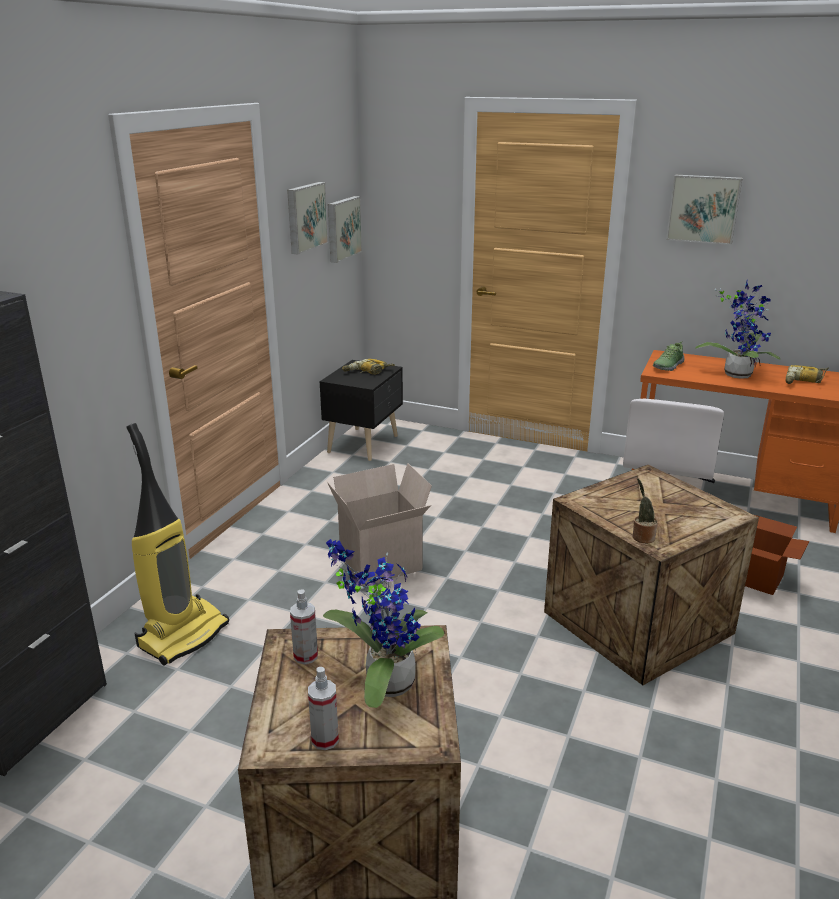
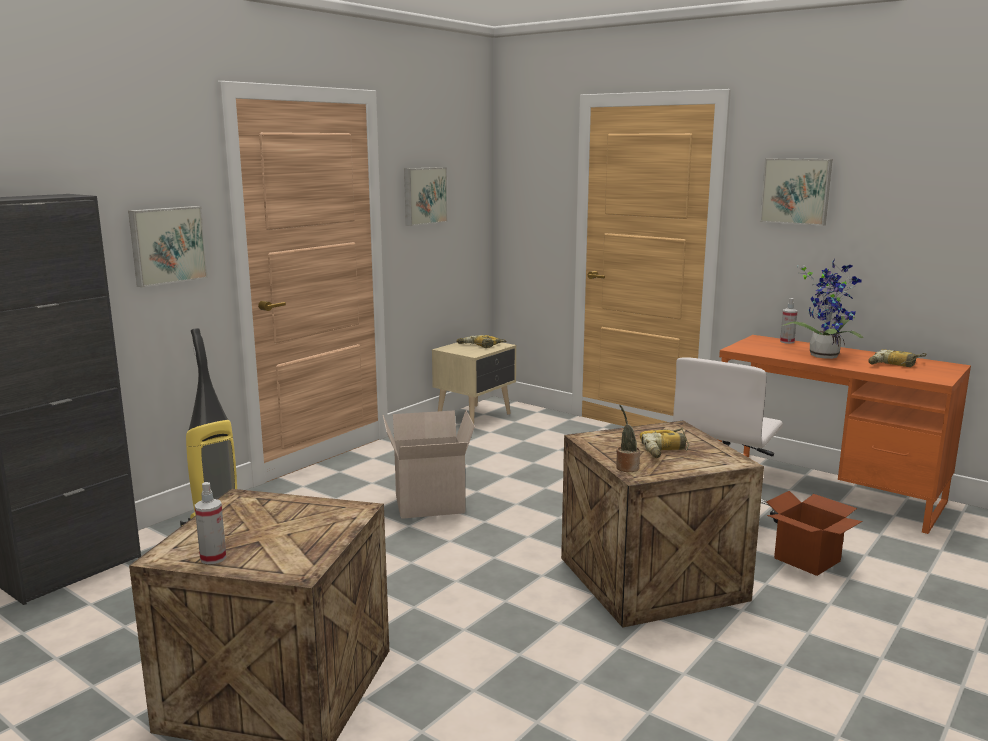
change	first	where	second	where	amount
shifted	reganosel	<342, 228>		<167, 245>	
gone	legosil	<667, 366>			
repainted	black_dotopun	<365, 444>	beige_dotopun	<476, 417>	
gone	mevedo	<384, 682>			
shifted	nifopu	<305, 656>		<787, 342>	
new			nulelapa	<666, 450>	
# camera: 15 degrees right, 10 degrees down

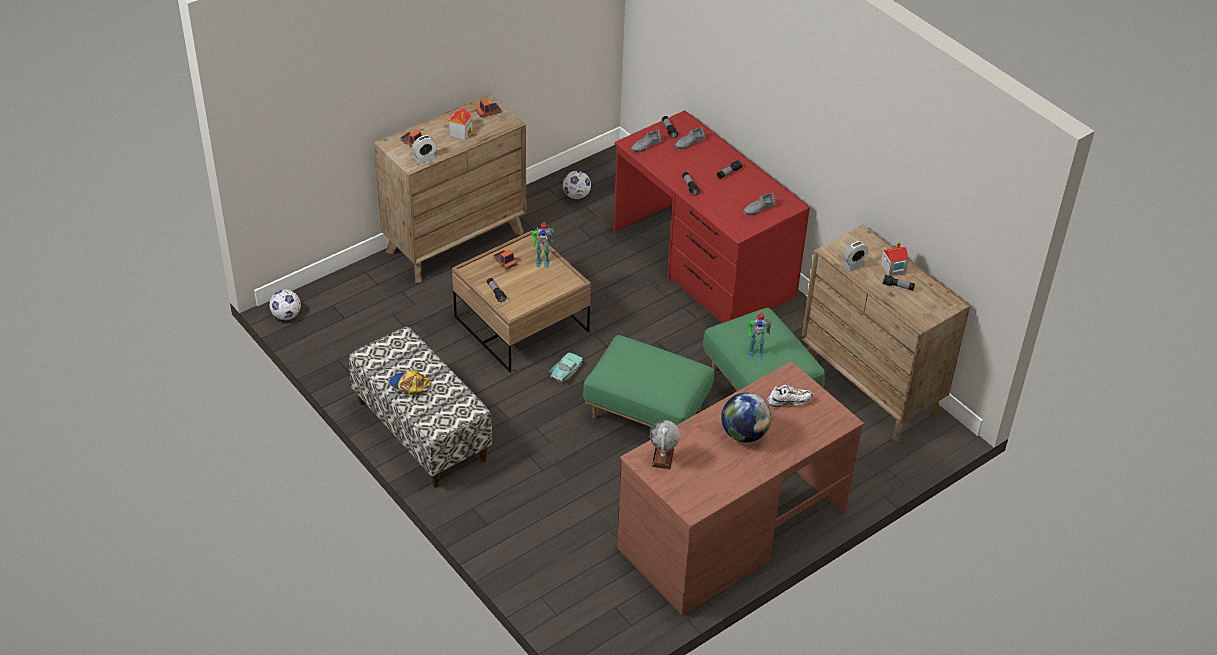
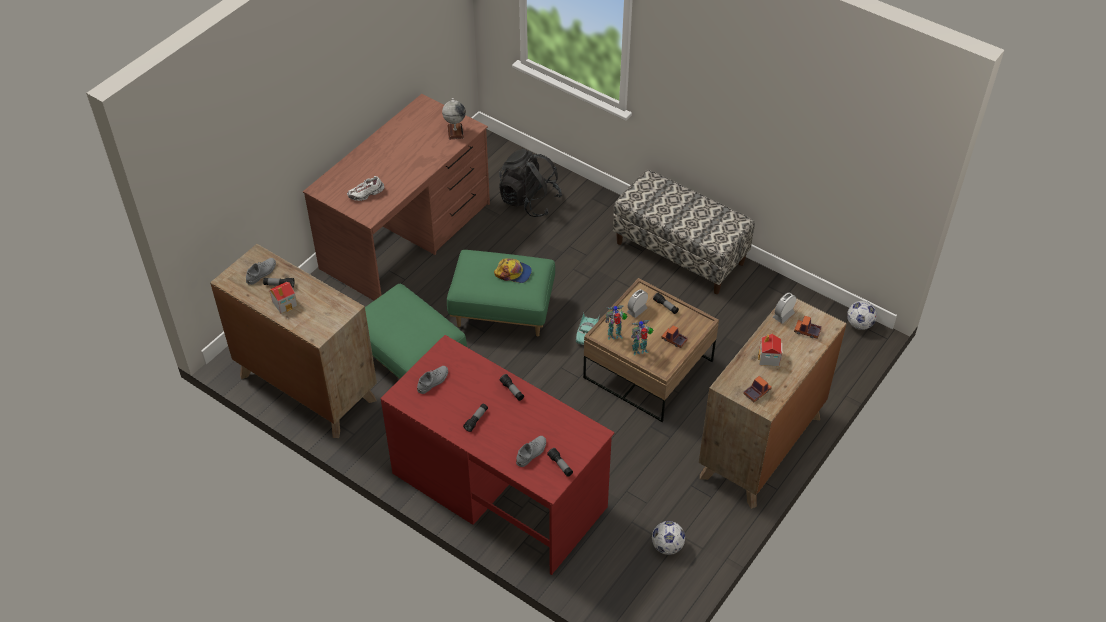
change	first	where	second	where	amount
shifted	grey_legosil	<646, 145>		<261, 273>	
shifted	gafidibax	<853, 265>		<637, 310>	
shifted	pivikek	<755, 352>		<615, 335>	
shifted	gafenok	<409, 385>		<513, 273>	
gone	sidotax	<744, 434>			
new			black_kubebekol	<529, 201>	
# camera: 165 degrees right, 5 degrees up

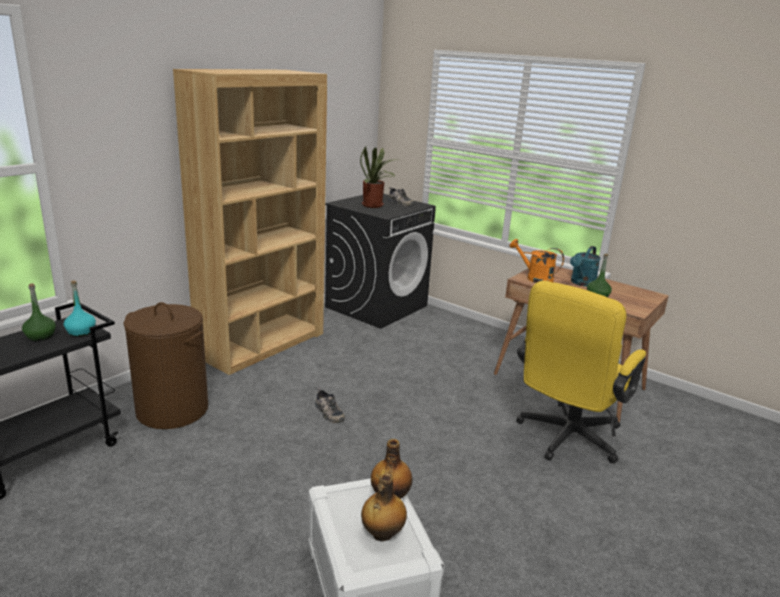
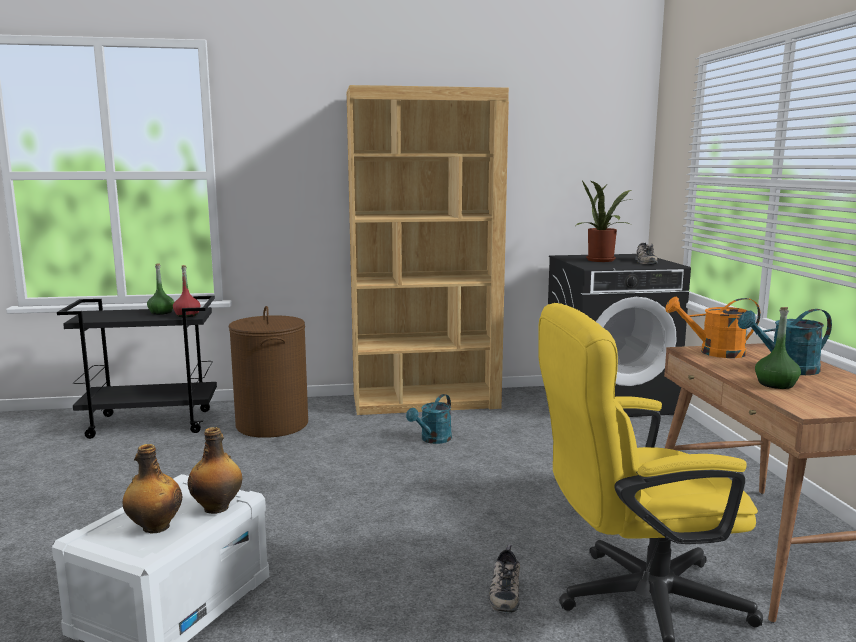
change	first	where	second	where	amount
rotated	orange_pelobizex	<534, 278>		<714, 352>	75 degrees counterclockwise
repainted	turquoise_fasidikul	<81, 332>	red_fasidikul	<187, 315>	
shifted	legosil	<328, 412>		<504, 591>	
new			turquoise_pelobizex	<433, 440>	
# camera: 45 degrees right, 10 degrees down

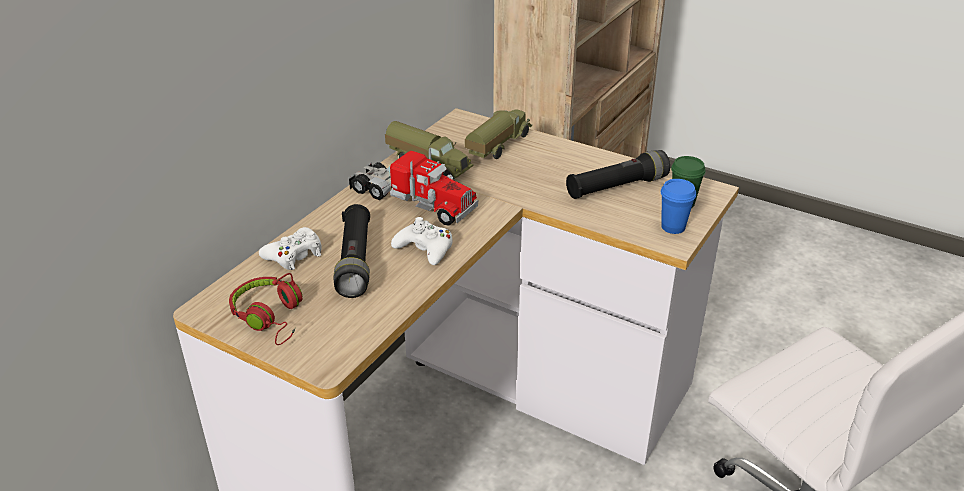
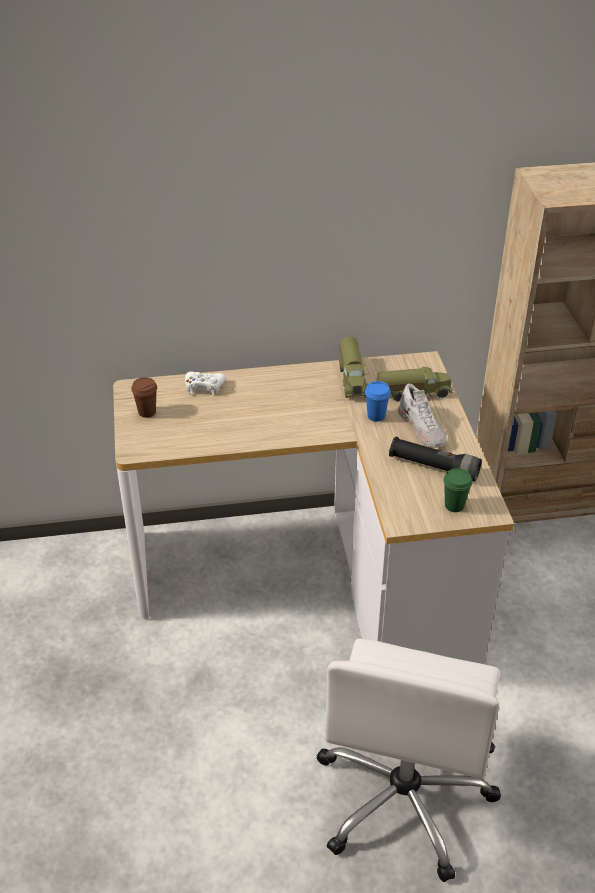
change	first	where	second	where	amount
gone	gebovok	<411, 200>			
shifted	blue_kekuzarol	<673, 227>		<376, 416>	
gone	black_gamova	<355, 262>			
gone	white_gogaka	<425, 249>			
swapped	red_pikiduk	<271, 317>	brown_kekuzarol	<147, 412>	
new			white_legosil	<422, 428>	
# camera: 50 degrees right, 5 degrees up

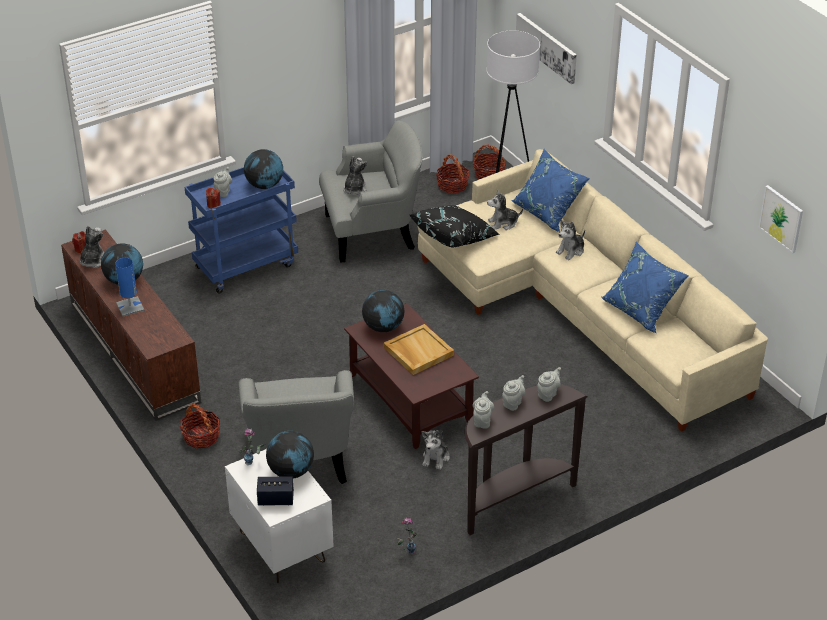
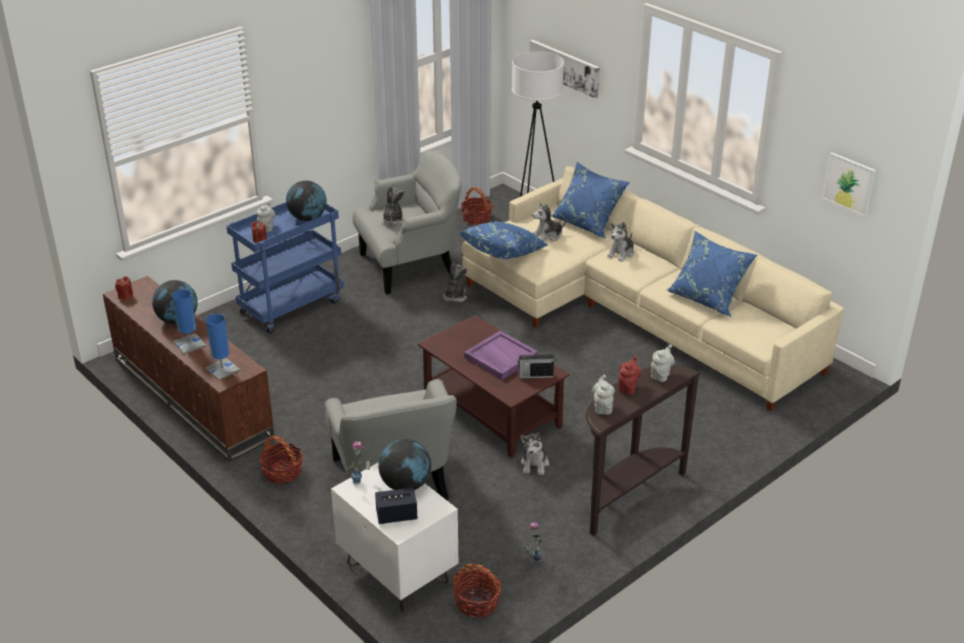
change	first	where	second	where	amount
shifted	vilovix	<489, 174>		<477, 602>	
repainted	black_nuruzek	<455, 237>	blue_nuruzek	<504, 252>	
shifted	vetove	<93, 261>		<455, 296>	
gone	sidotax	<383, 327>			
repainted	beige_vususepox	<418, 351>	purple_vususepox	<500, 357>	
repainted	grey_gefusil	<513, 403>	red_gefusil	<628, 387>	
new			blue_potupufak	<222, 369>	
new			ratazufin	<535, 375>	
# camera: 10 degrees left, 5 degrees down

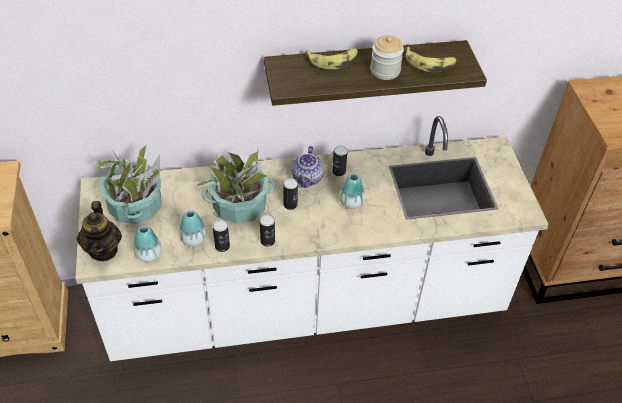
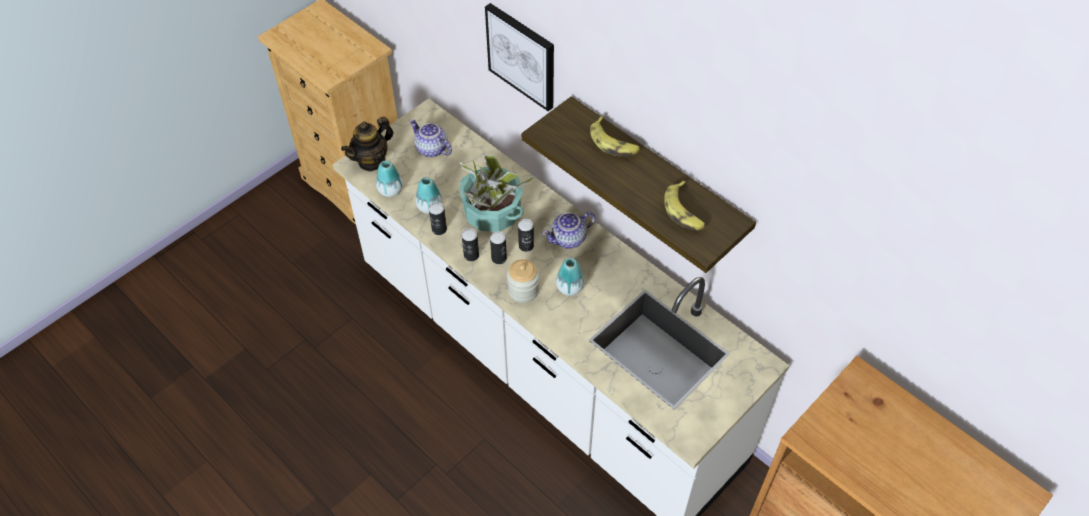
change	first	where	second	where	amount
shifted	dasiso	<385, 71>		<523, 290>	
swapped	mevedo	<136, 206>	gefusil	<431, 149>	
shifted	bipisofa	<339, 171>		<499, 258>	
new			reganosel	<522, 56>	
# camera: 55 degrees right, 5 degrees up

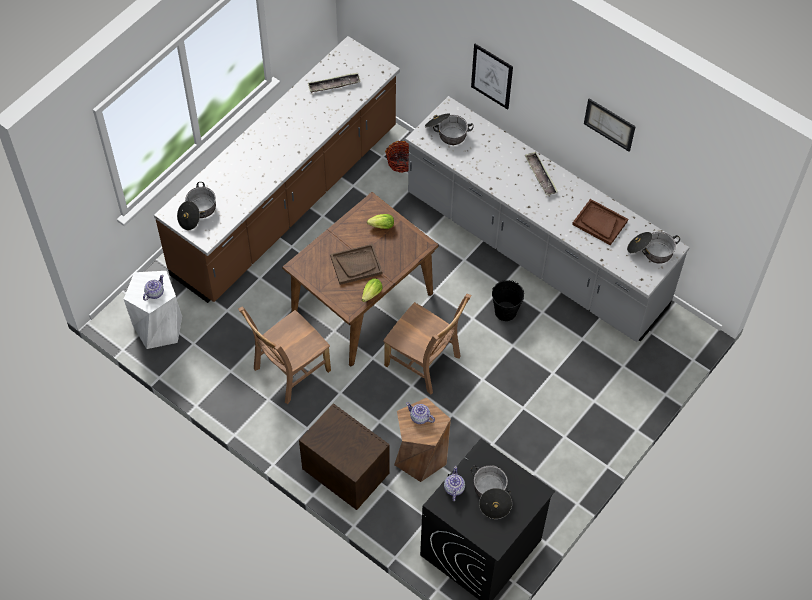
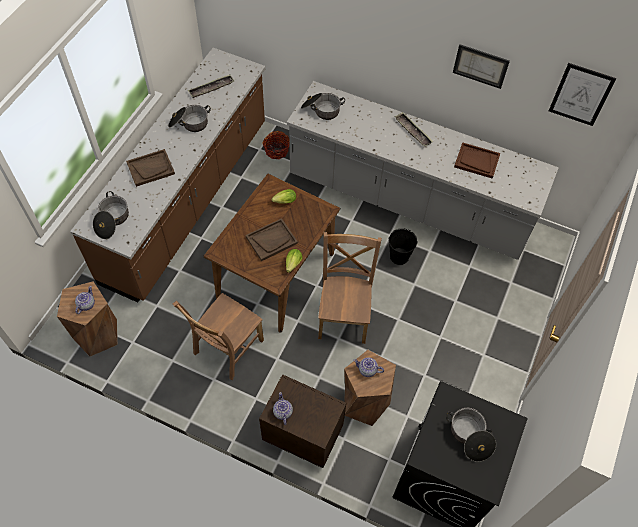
change	first	where	second	where	amount
shifted	reganosel	<492, 76>		<581, 94>	
shifted	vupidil	<651, 251>		<189, 123>	
repainted	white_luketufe	<159, 327>	brown_luketufe	<97, 334>	
rotated	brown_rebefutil	<424, 363>		<344, 315>	105 degrees counterclockwise
shifted	gefusil	<453, 488>		<282, 412>	
new			brown_vususepox	<151, 168>	
# camera: 15 degrees left, 0 degrees up

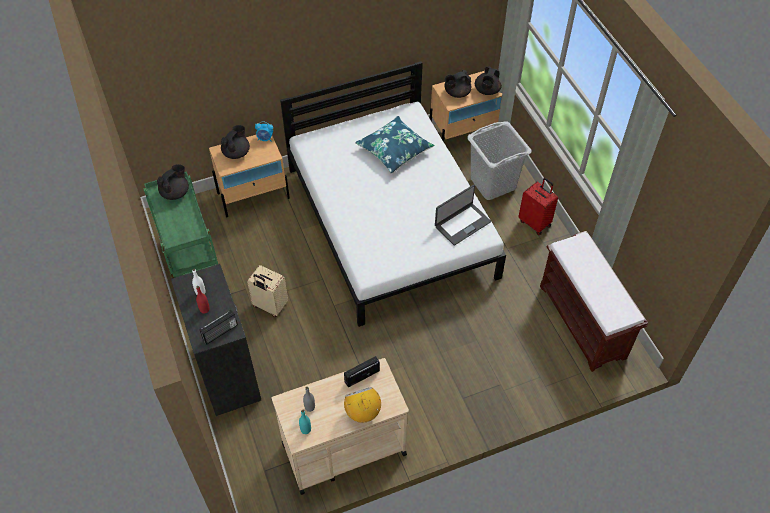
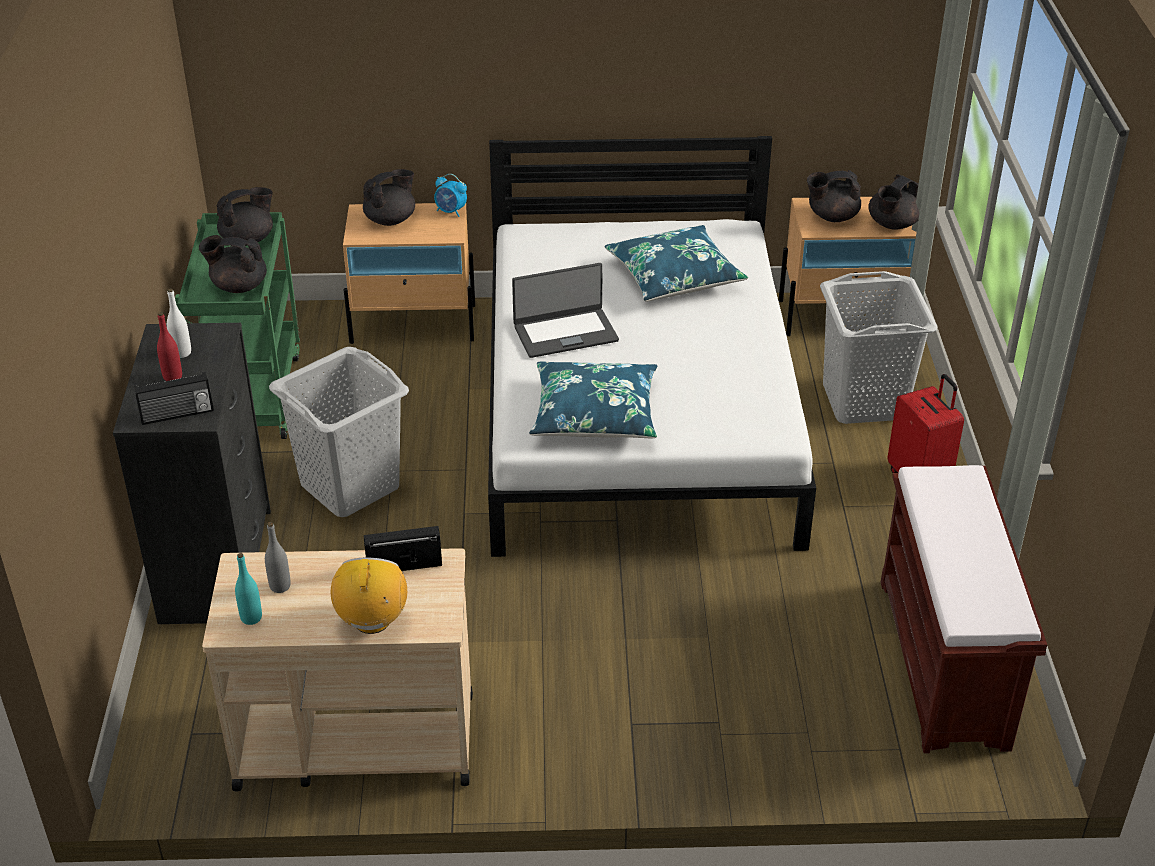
change	first	where	second	where	amount
shifted	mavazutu	<462, 224>		<565, 333>	
swapped	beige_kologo	<270, 306>	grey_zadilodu	<349, 486>	
new			black_gefusil	<238, 286>	
new			blue_nuruzek	<594, 414>	
# camera: 20 degrees right, 15 degrees down

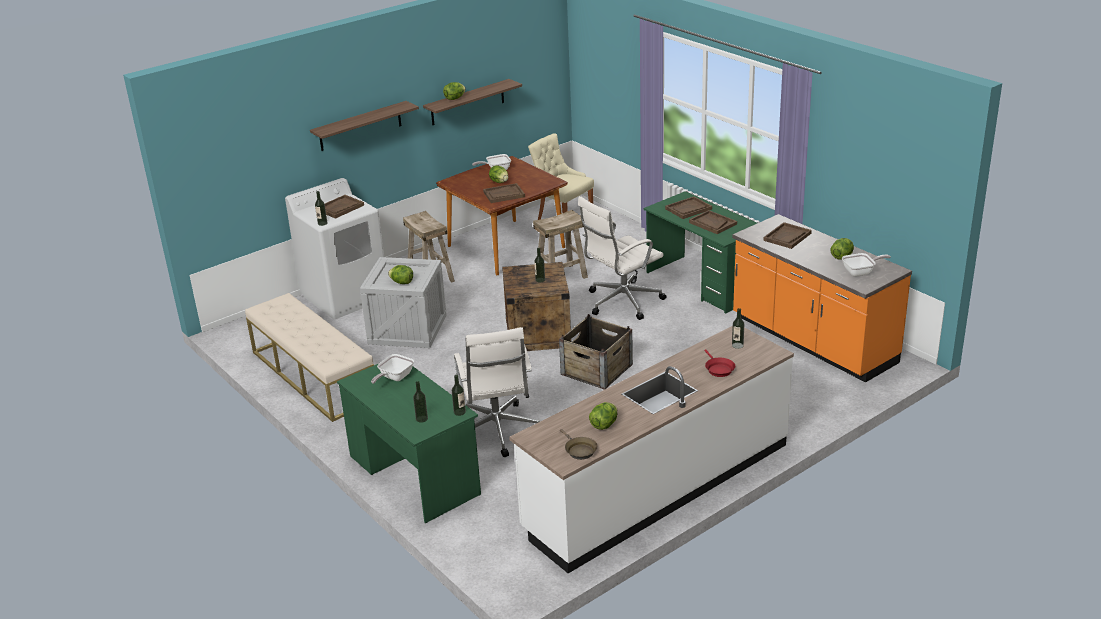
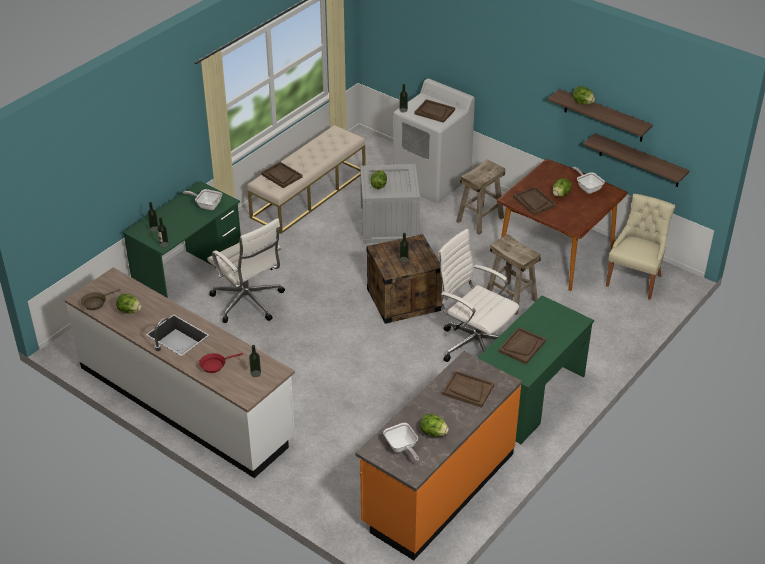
change	first	where	second	where	amount
shifted	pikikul	<360, 126>		<639, 161>	
shifted	brown_vususepox	<688, 209>		<281, 176>	
gone	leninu	<596, 369>			
rotated	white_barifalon	<497, 432>		<248, 303>	105 degrees counterclockwise
# camera: 75 degrees right, 10 degrees up

